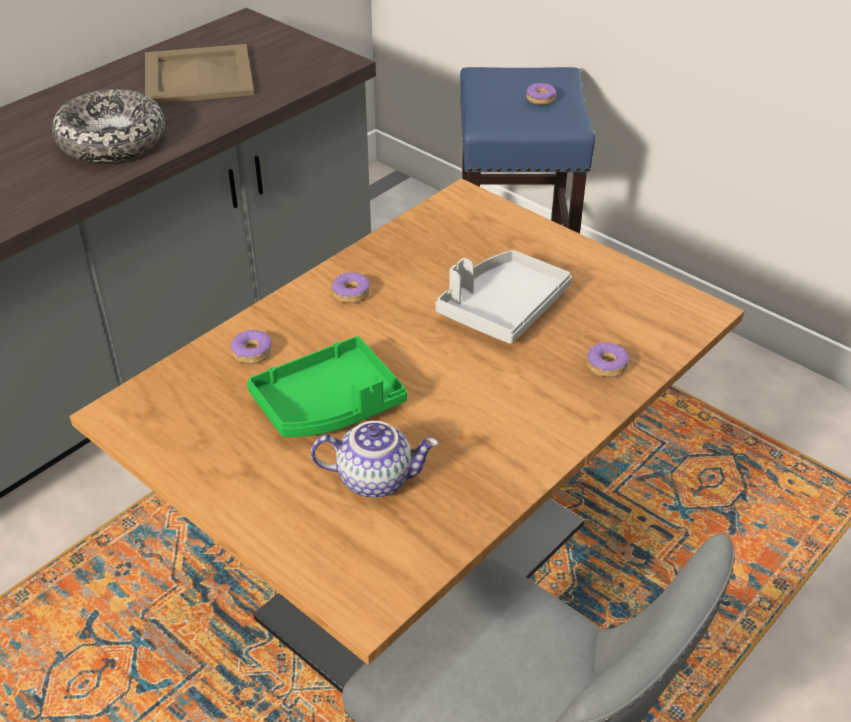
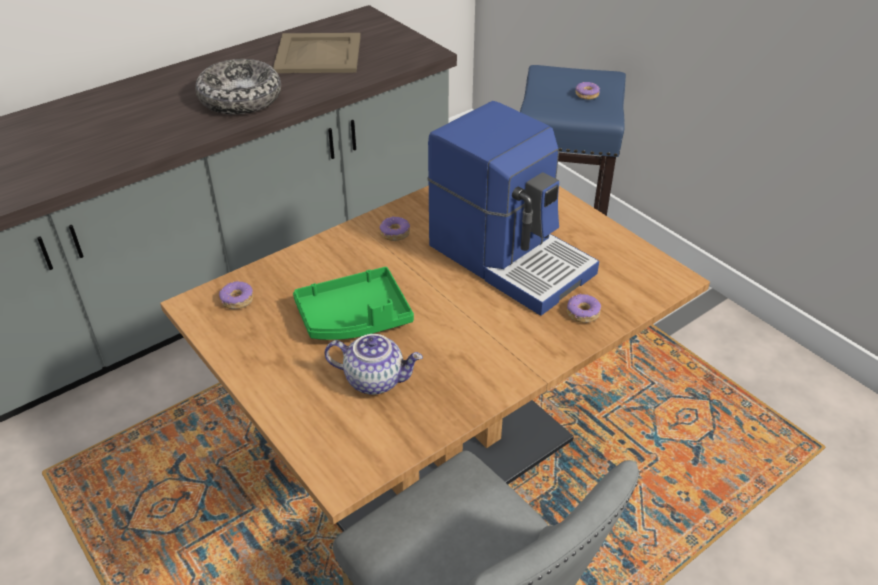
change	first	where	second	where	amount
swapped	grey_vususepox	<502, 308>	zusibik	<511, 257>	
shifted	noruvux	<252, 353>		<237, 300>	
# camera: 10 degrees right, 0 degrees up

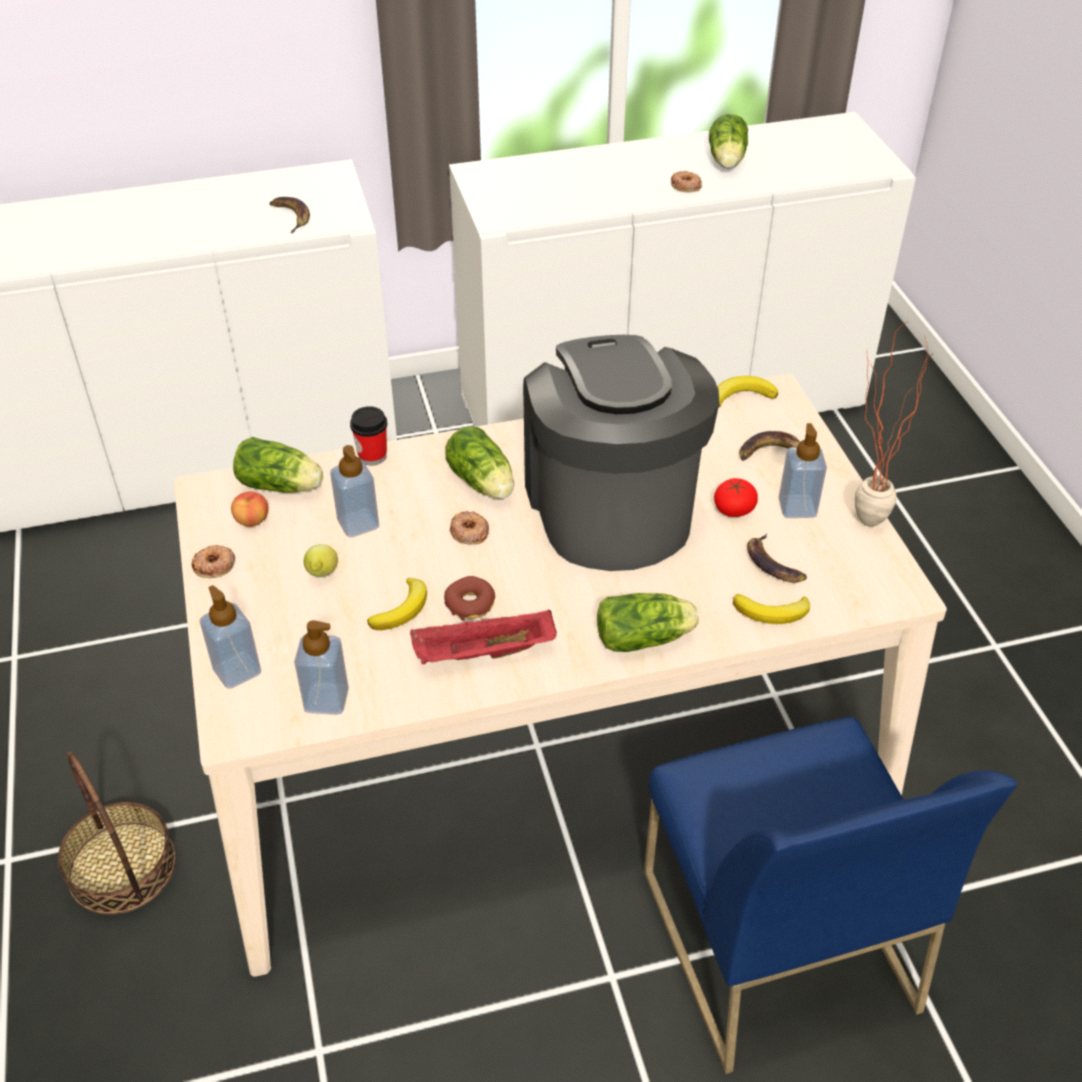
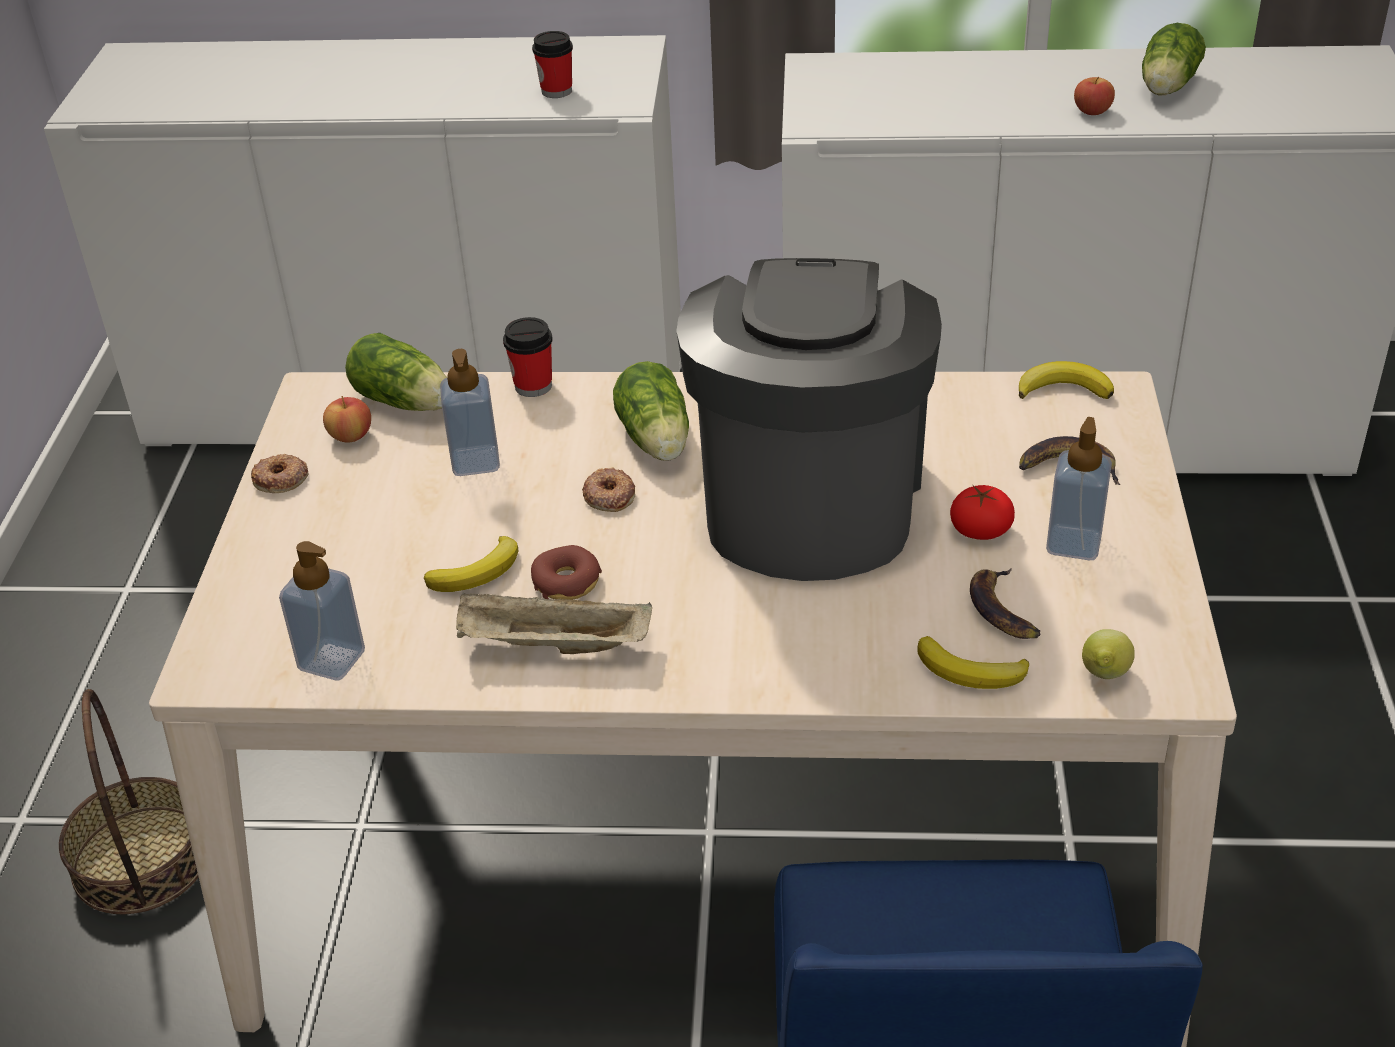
change	first	where	second	where	amount
swapped	noruvux	<685, 185>	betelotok	<1092, 111>	
swapped	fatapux	<291, 216>	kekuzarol	<556, 91>	
gone	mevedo	<856, 521>			
shifted	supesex	<322, 575>		<1104, 676>	
gone	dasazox	<237, 670>			
gone	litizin	<646, 638>			
repainted	red_vususepox	<483, 654>	beige_vususepox	<552, 646>	
# camera: 20 degrees right, 5 degrees down

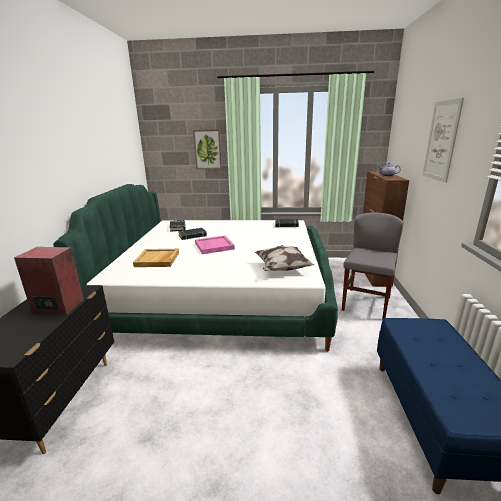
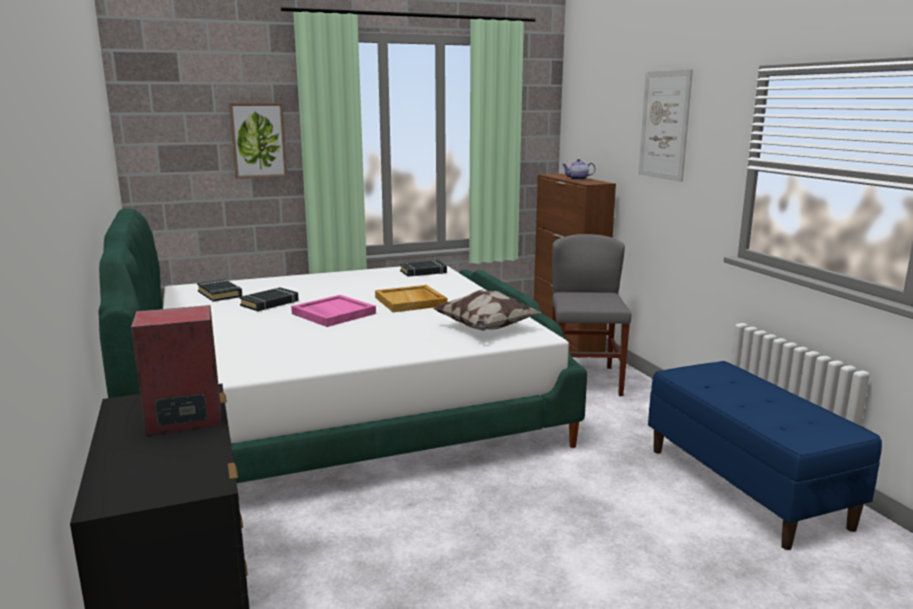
change	first	where	second	where	amount
shifted	beige_vususepox	<157, 259>		<411, 301>	
# camera: 25 degrees left, 5 degrees down

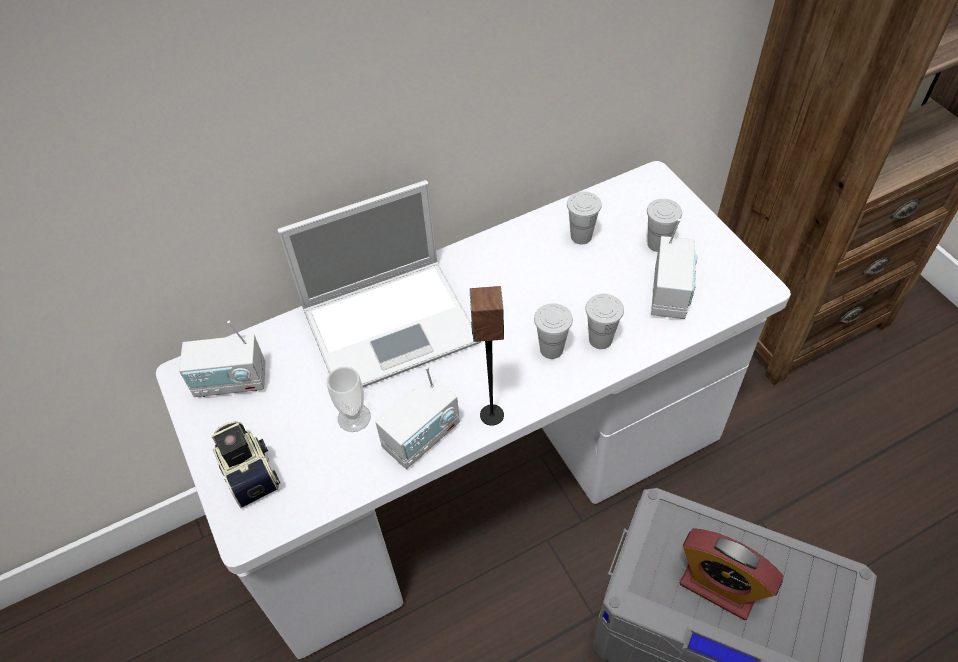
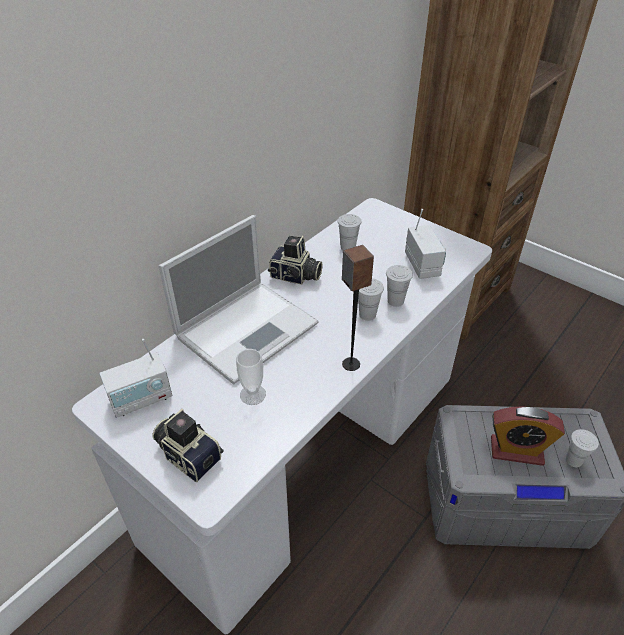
change	first	where	second	where	amount
shifted	white_kekuzarol	<658, 244>		<573, 460>	
gone	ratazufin	<422, 437>			
new			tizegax	<295, 276>	
# camera: 25 degrees left, 10 degrees down

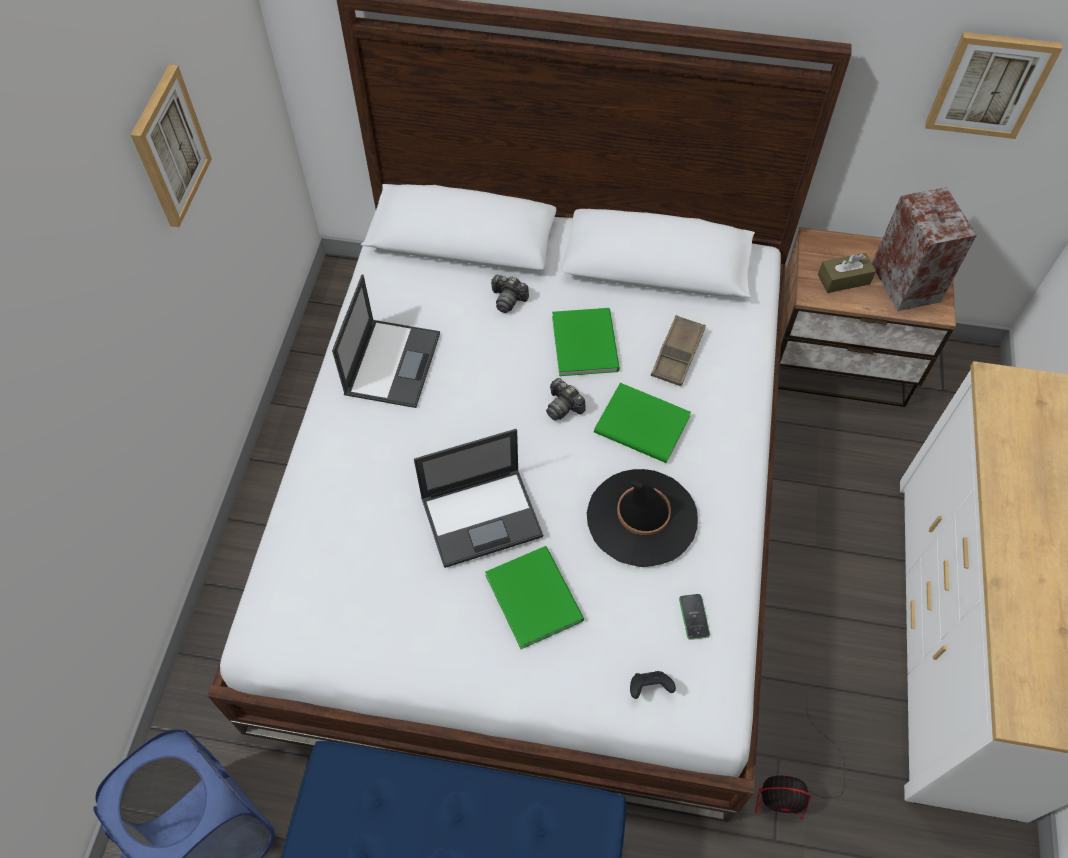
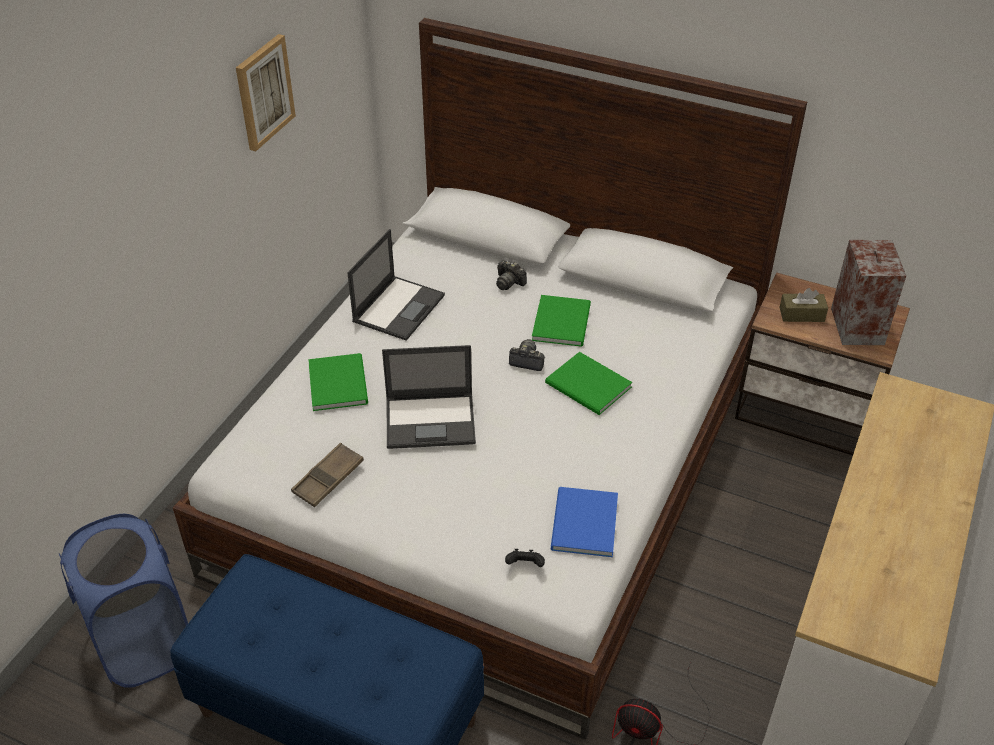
change	first	where	second	where	amount
gone	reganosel	<989, 84>			
shifted	brown_vususepox	<677, 354>		<328, 479>	
rotated	tizegax	<563, 406>		<527, 361>	135 degrees clockwise
gone	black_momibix	<641, 517>			
shifted	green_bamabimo	<535, 594>		<339, 382>	
swapped	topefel	<694, 617>	blue_bamabimo	<582, 525>	
# camera: 15 degrees right, 15 degrees down

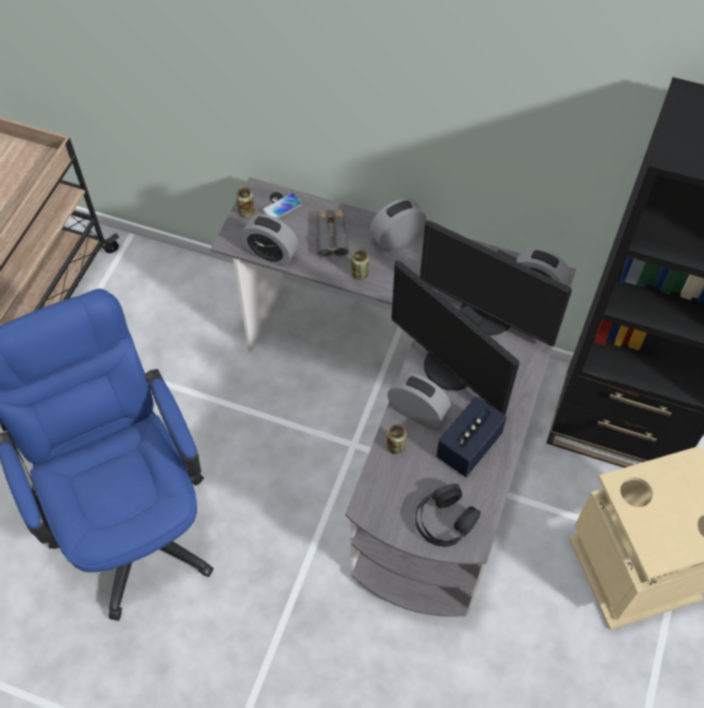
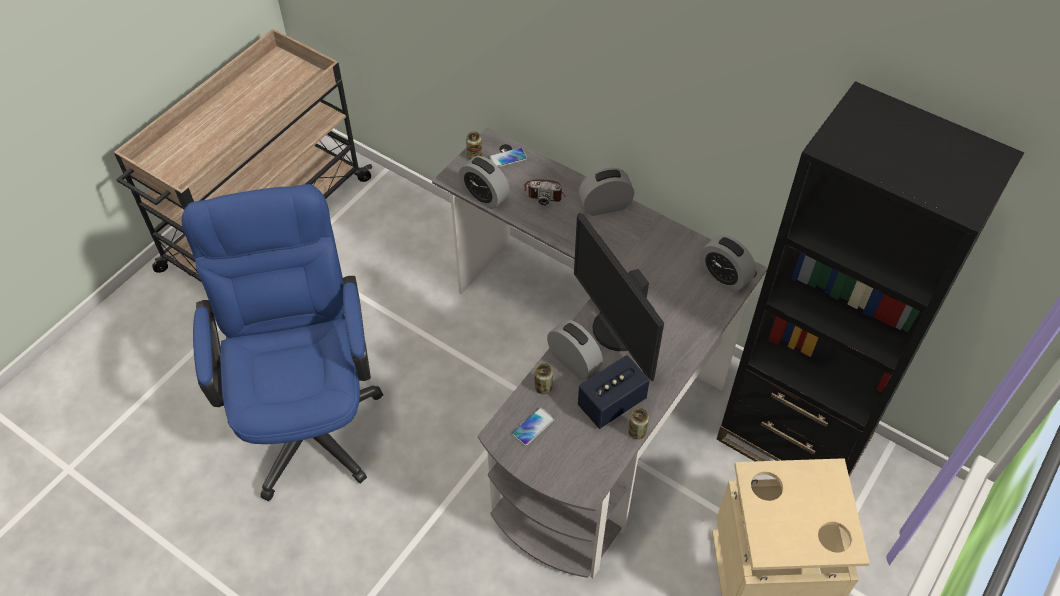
change	first	where	second	where	amount
swapped	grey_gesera	<331, 236>	tizegax	<545, 192>	
gone	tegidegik	<486, 315>			
shifted	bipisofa	<359, 274>		<637, 432>	
gone	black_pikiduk	<445, 520>			
new			topefel	<533, 426>	
# camera: 15 degrees right, 5 degrees down

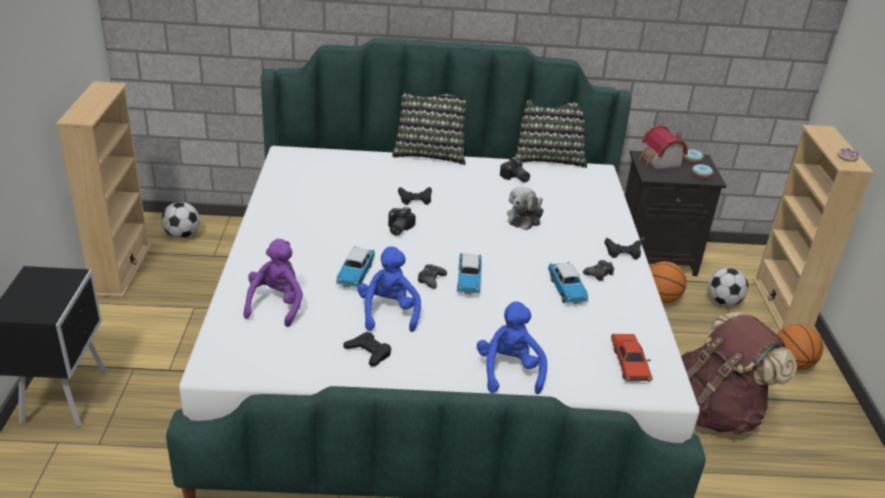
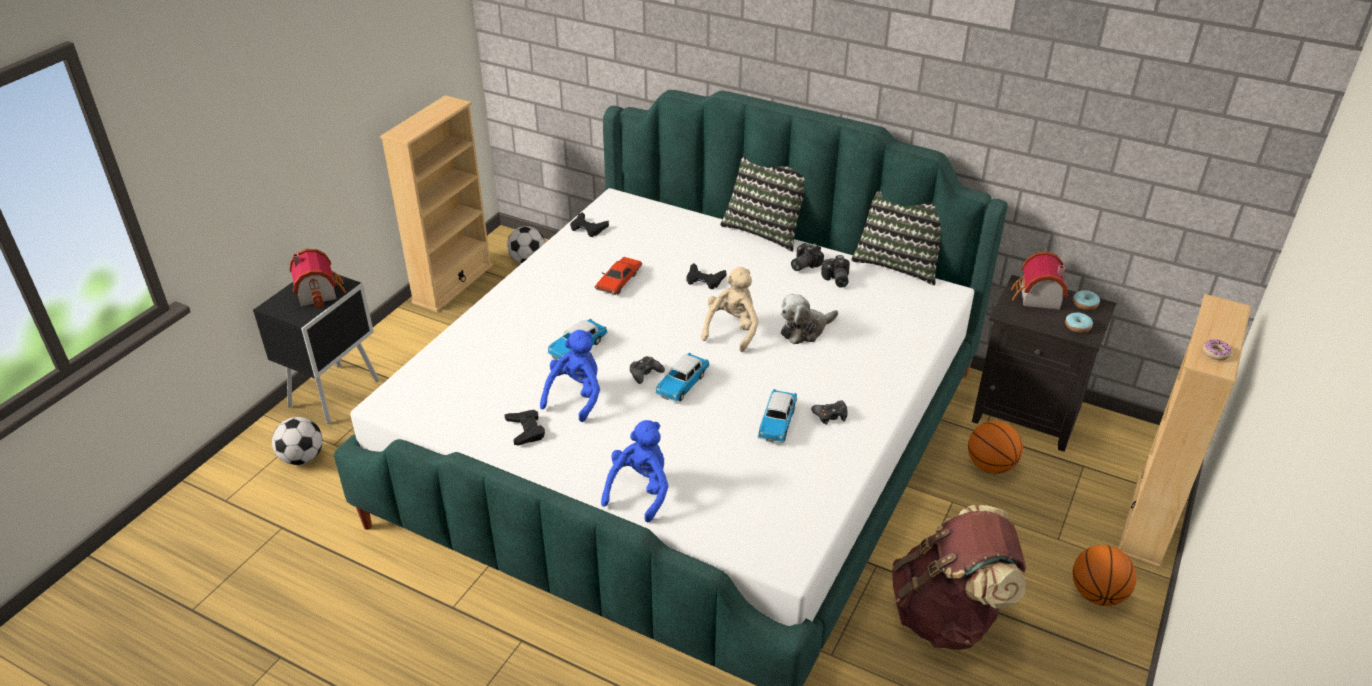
change	first	where	second	where	amount
shifted	tizegax	<397, 229>		<803, 264>	
shifted	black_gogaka	<623, 252>		<588, 228>	
gone	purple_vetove	<276, 304>			
shifted	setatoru	<723, 302>		<302, 458>	
shifted	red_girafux	<629, 363>		<619, 281>	
new			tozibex	<319, 292>	
new			beige_vetove	<732, 330>	
# camera: 30 degrees right, 5 degrees up

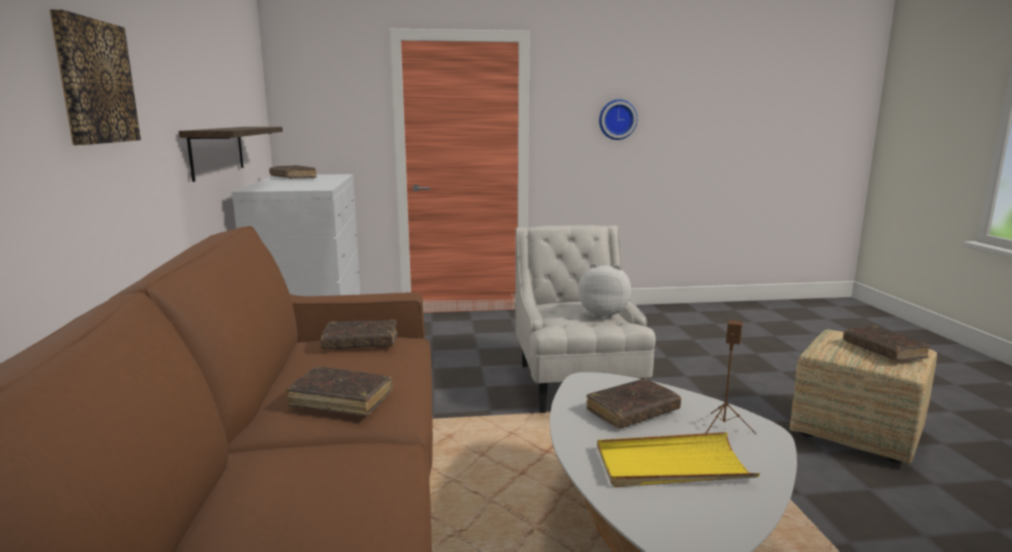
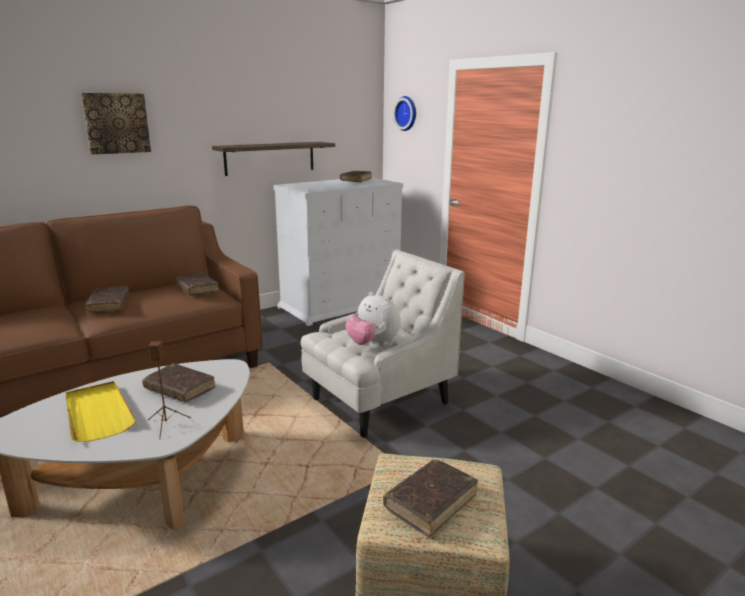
change	first	where	second	where	amount
shifted	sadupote	<617, 119>		<407, 113>	
rotated	vetove	<604, 315>		<373, 344>	150 degrees clockwise
# camera: 60 degrees right, 5 degrees up

